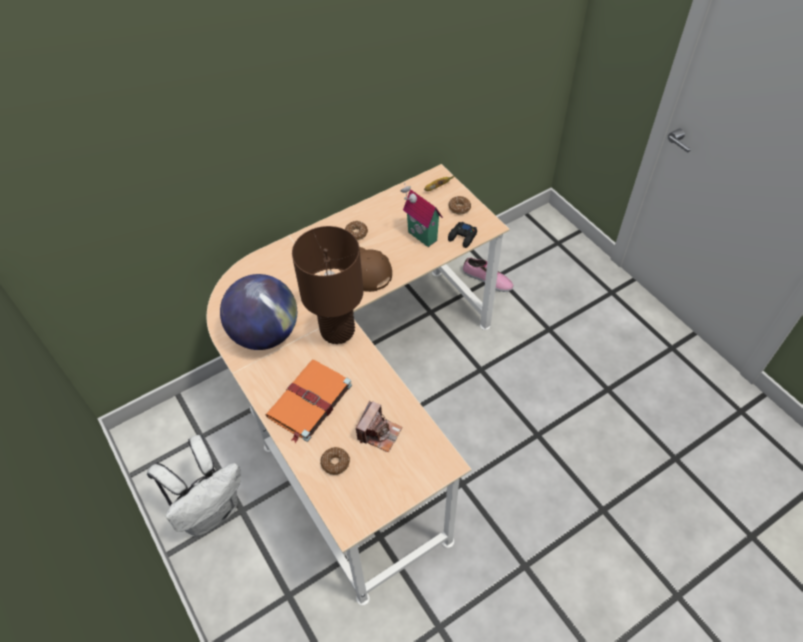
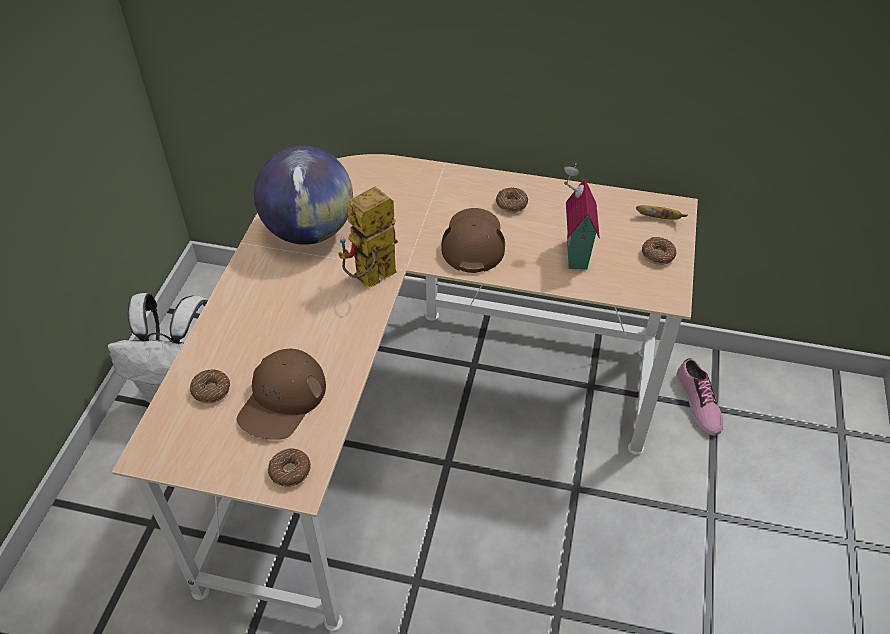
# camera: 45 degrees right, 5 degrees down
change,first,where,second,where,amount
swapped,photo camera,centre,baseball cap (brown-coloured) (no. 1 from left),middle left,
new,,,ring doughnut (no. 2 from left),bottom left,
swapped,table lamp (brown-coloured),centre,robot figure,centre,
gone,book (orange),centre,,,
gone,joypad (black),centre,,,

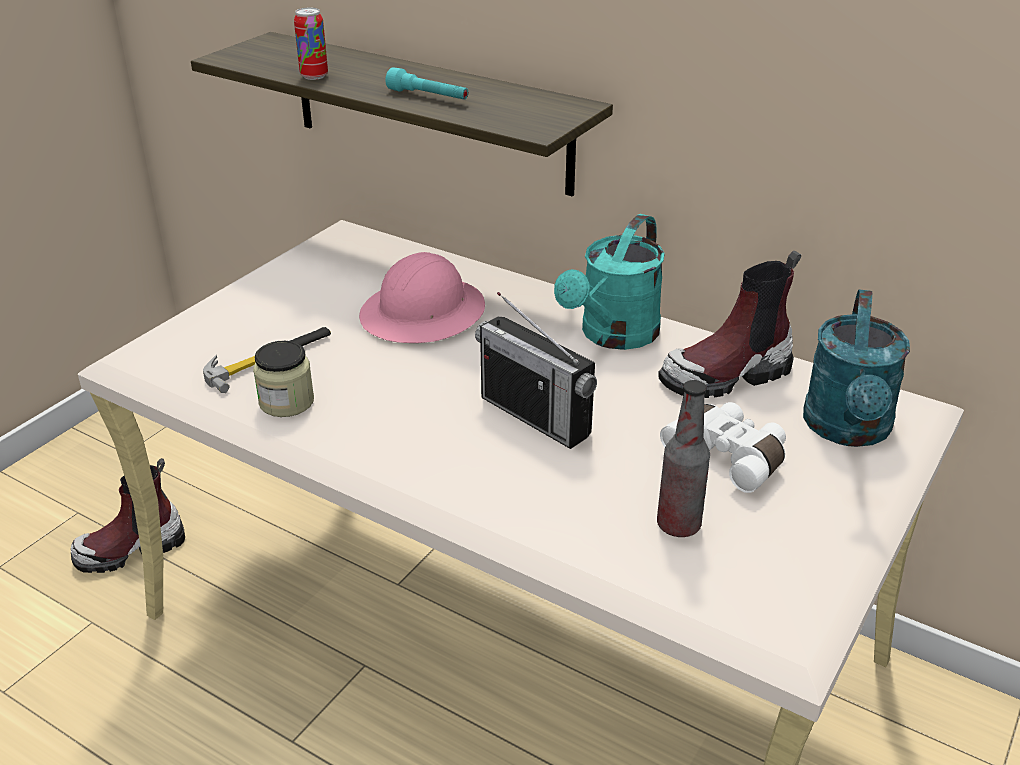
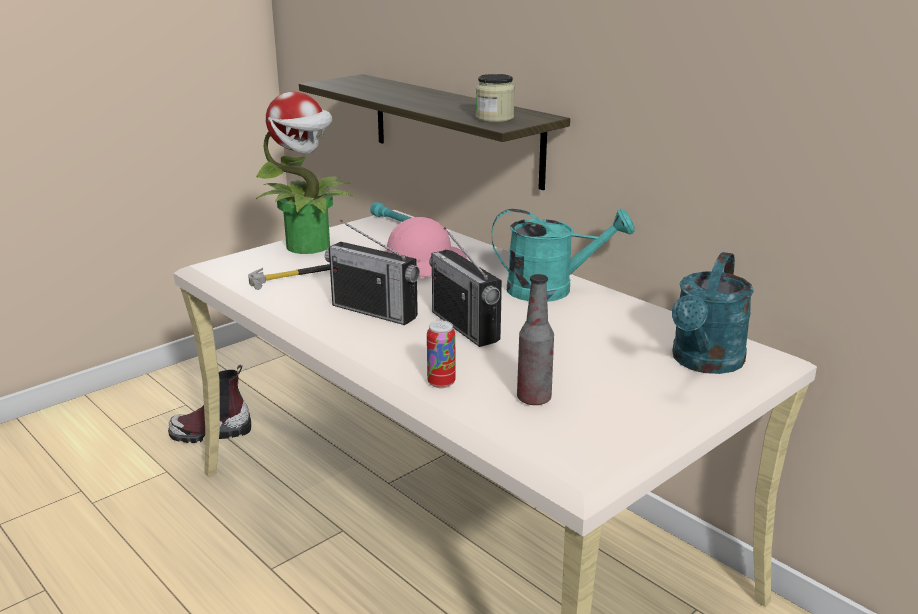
# camera: 15 degrees right, 10 degrees down
change,first,where,second,where,amount
new,,,plant in a pot,top centre,
new,,,radio receiver (no. 1 from left),centre,
shifted,flashlight (turquoise-coloured),top centre,,centre,
shifted,sealed can,top left,,centre,
shifted,preserve jar,middle left,,top centre,
rotated,watering pot (turquoise-coloured) (no. 1 from left),centre,,centre,135 degrees counterclockwise
gone,boot (no. 2 from left),middle right,,,
gone,binoculars (white),middle right,,,

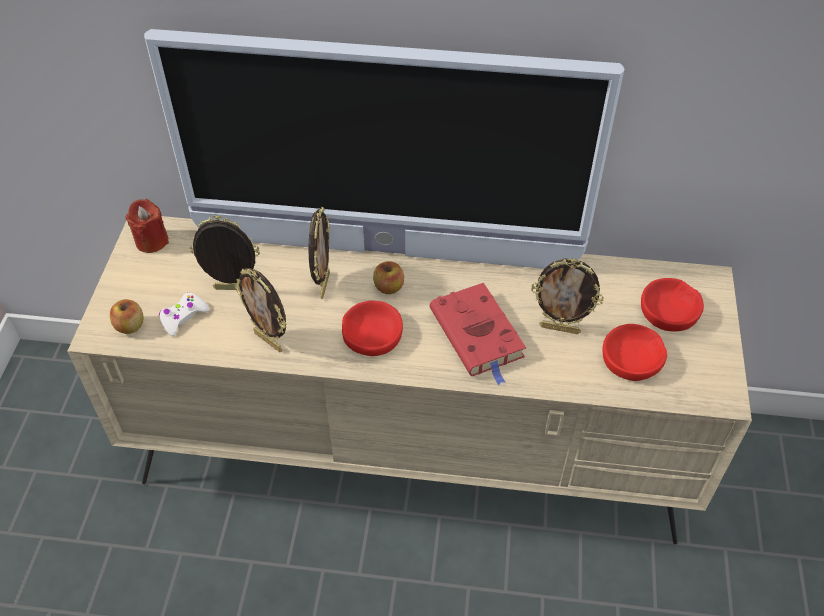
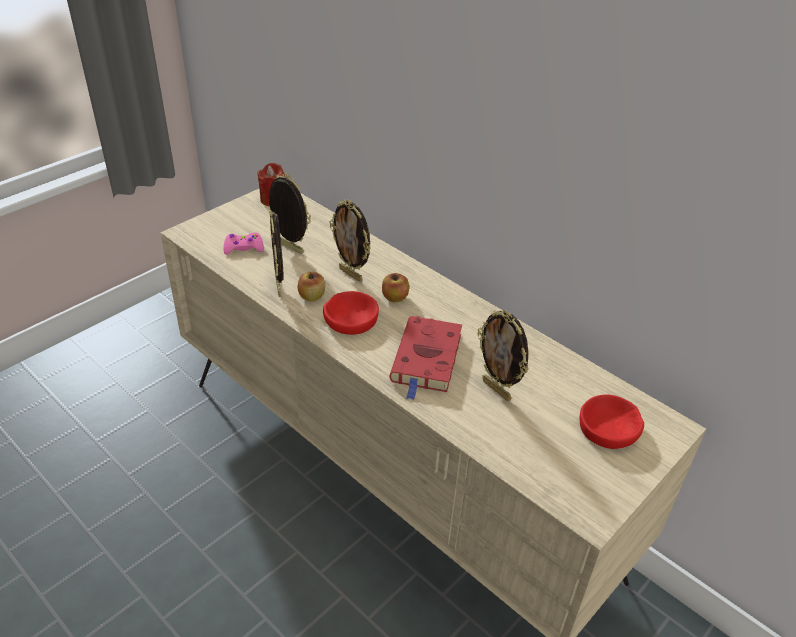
# camera: 35 degrees right, 10 degrees down
change,first,where,second,where,amount
repainted,joypad (white),middle left,joypad (pink-coloured),middle left,
shifted,apple fruit (no. 1 from left),middle left,,centre,
rotated,picture frame (no. 3 from left),centre,,centre,90 degrees clockwise
gone,television,top centre,,,
gone,serving bowl (red) (no. 2 from left),middle right,,,

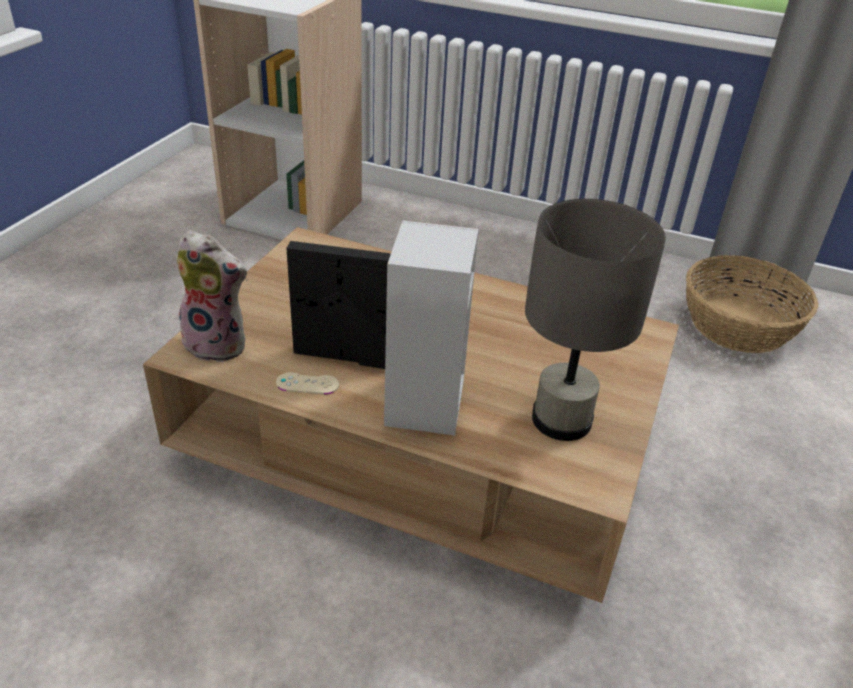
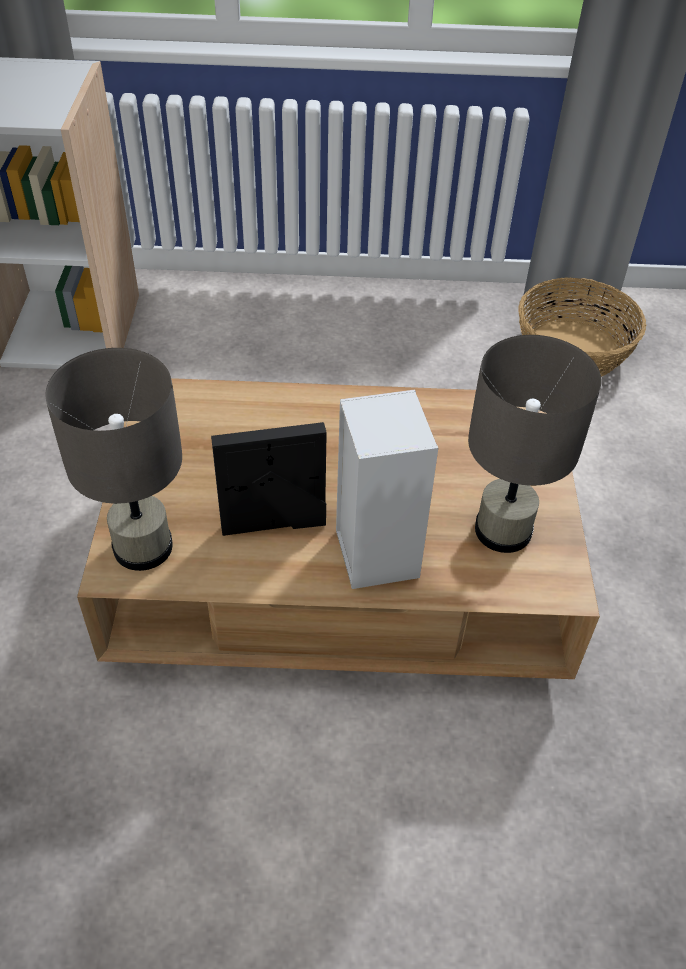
# camera: 20 degrees left, 10 degrees up
change,first,where,second,where,amount
swapped,cuddly toy,middle left,table lamp (greyish) (no. 1 from left),middle left,
gone,joypad (beige),centre,,,

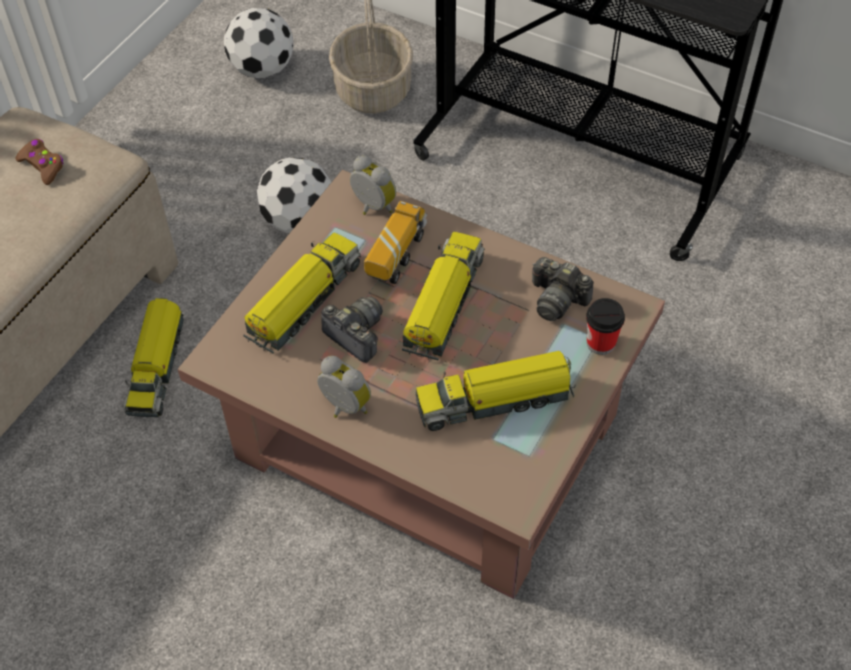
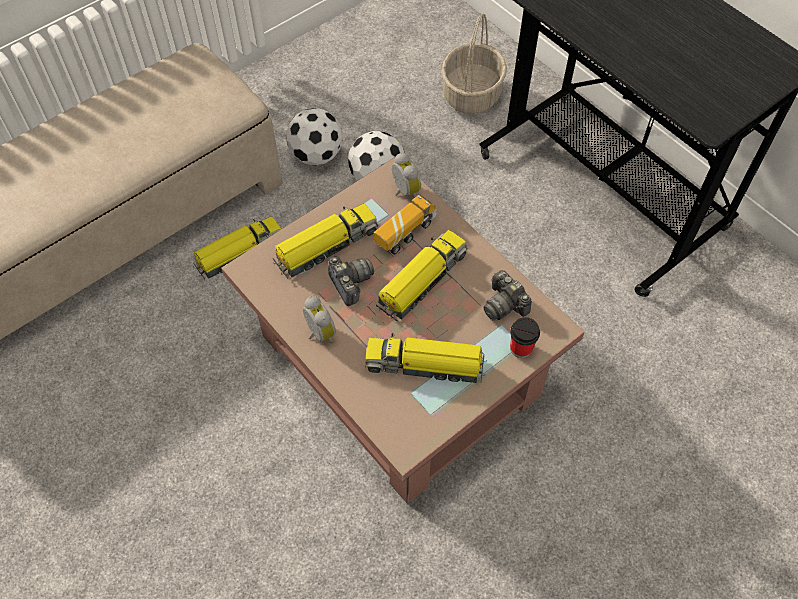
# camera: 20 degrees right, 5 degrees up
change,first,where,second,where,amount
rotated,model truck (no. 1 from left),middle left,,middle left,150 degrees counterclockwise
shifted,football ball (no. 1 from left),top left,,top centre,
gone,joypad (brown-coloured),top left,,,

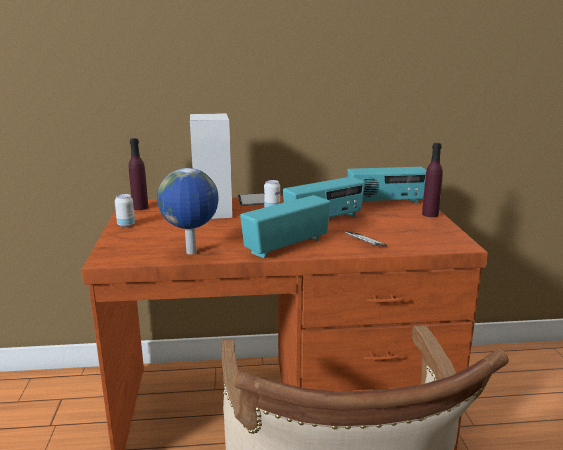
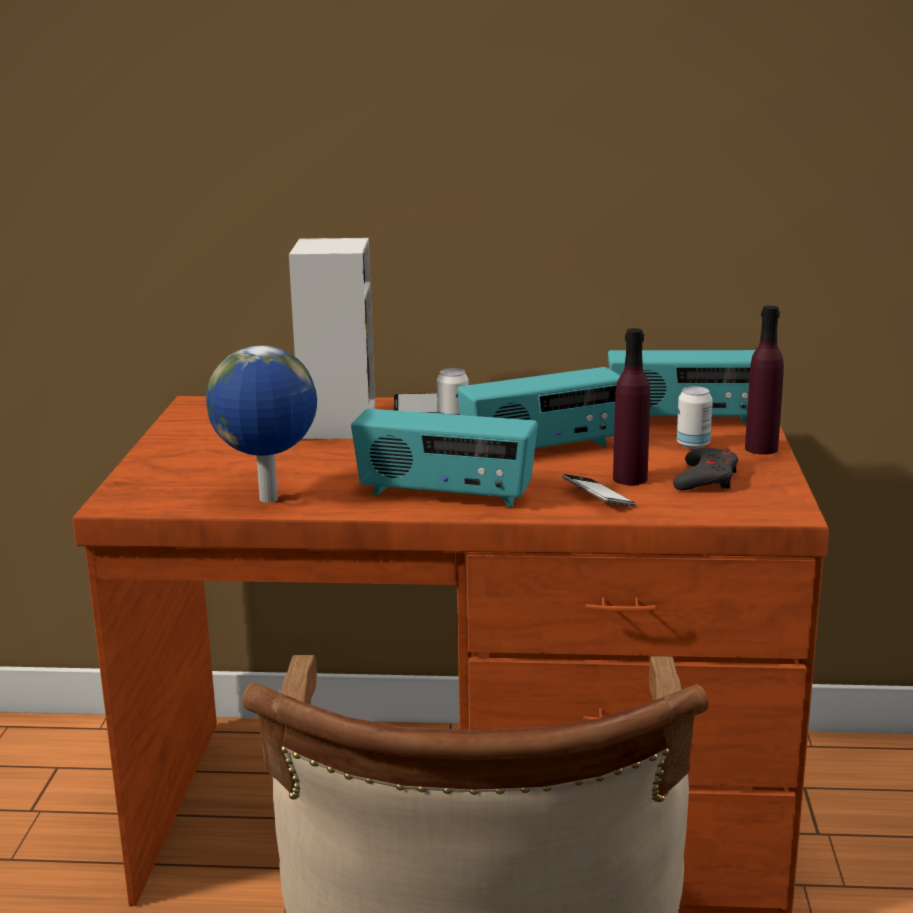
# camera: 10 degrees right, 0 degrees up
change,first,where,second,where,amount
rotated,radio receiver (no. 1 from left),centre,,centre,135 degrees counterclockwise
shifted,beverage bottle (purple-coloured) (no. 1 from left),middle left,,middle right,
new,,,joypad (greyish),middle right,
shifted,sealed can (no. 1 from left in the first image),middle left,sealed can (no. 2 from left),middle right,

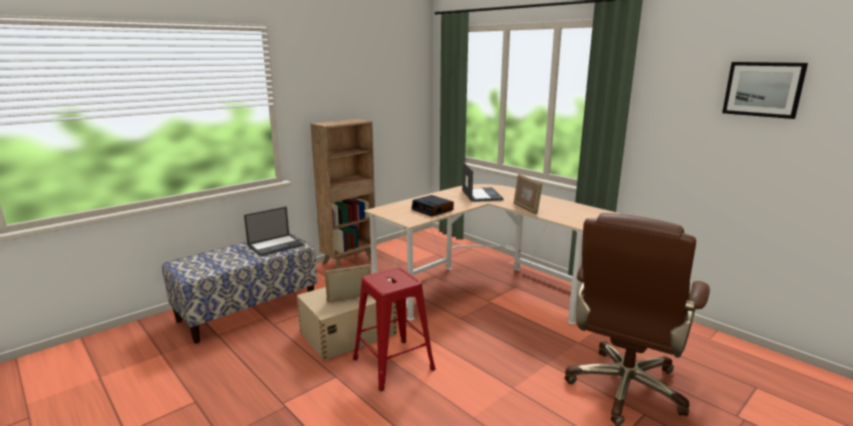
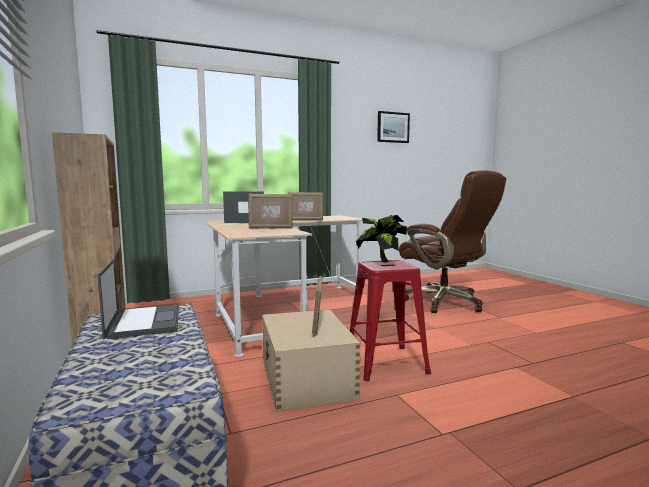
# camera: 70 degrees left, 10 degrees down
change,first,where,second,where,amount
swapped,table clock,centre,picture frame (no. 1 from left),centre,
new,,,plant in a pot,centre,

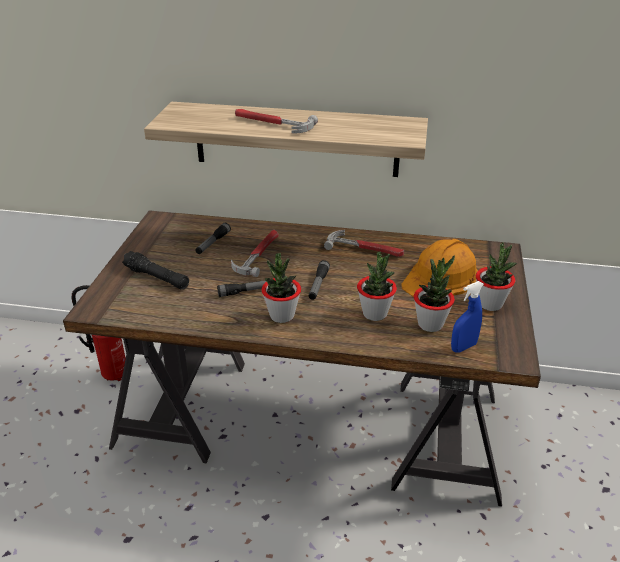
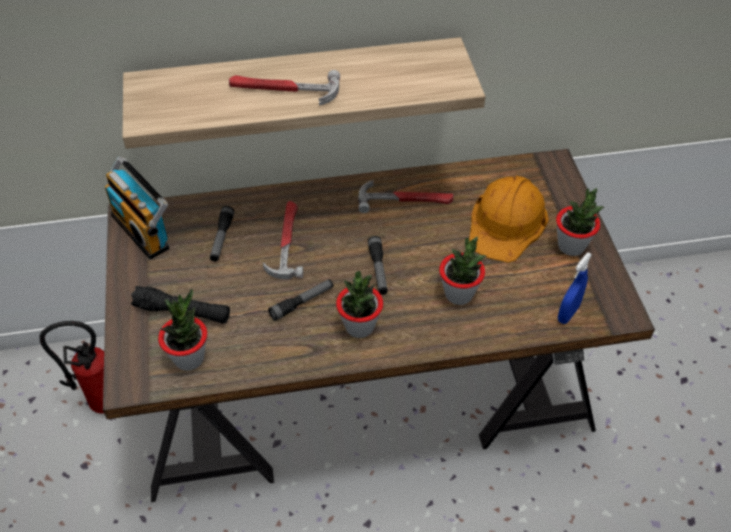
# camera: 20 degrees left, 15 degrees up
change,first,where,second,where,amount
new,,,radio receiver,middle left,
shifted,plant in a pot (no. 3 from left in the first image),middle right,plant in a pot (no. 1 from left),middle left,

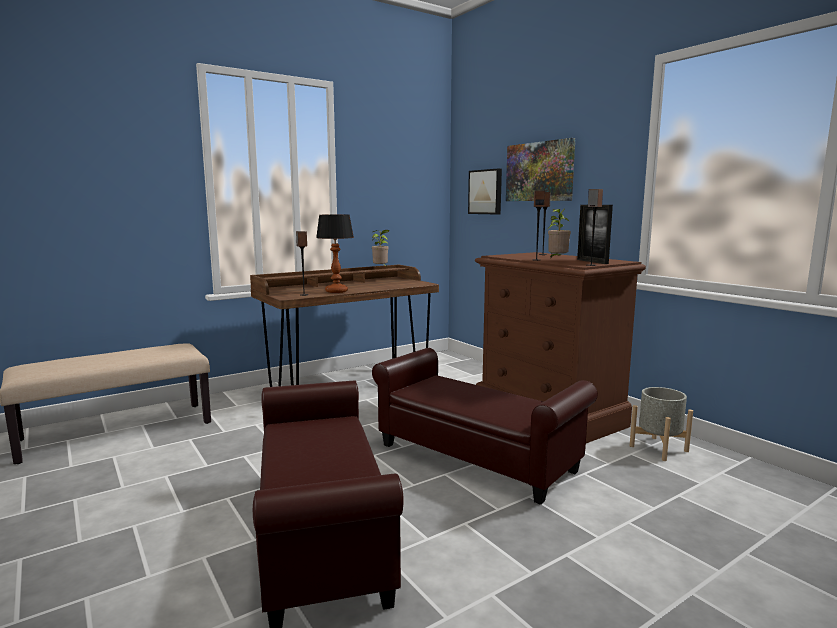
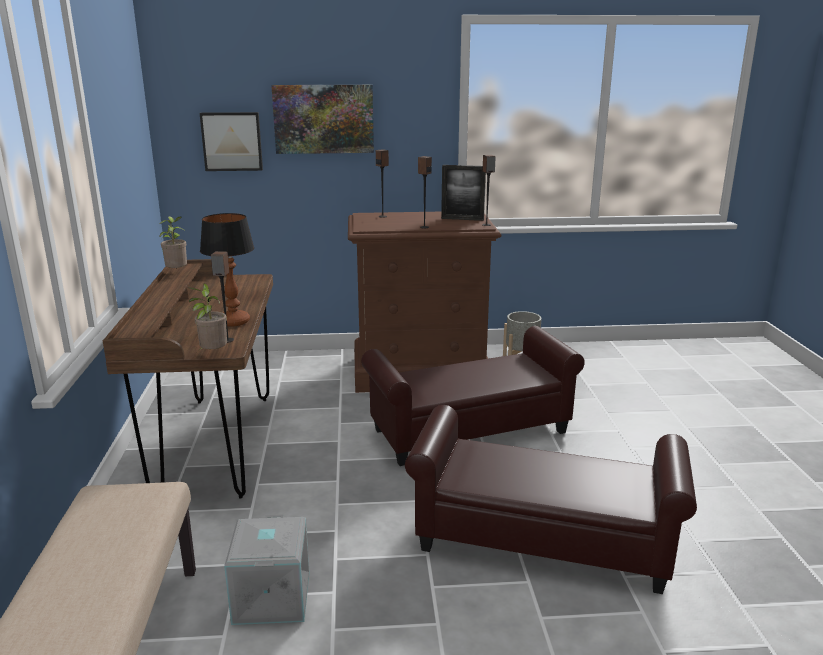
# camera: 60 degrees left, 10 degrees up
change,first,where,second,where,amount
shifted,plant in a pot (no. 2 from left),middle right,,middle left,
new,,,storage box (greyish),bottom left,

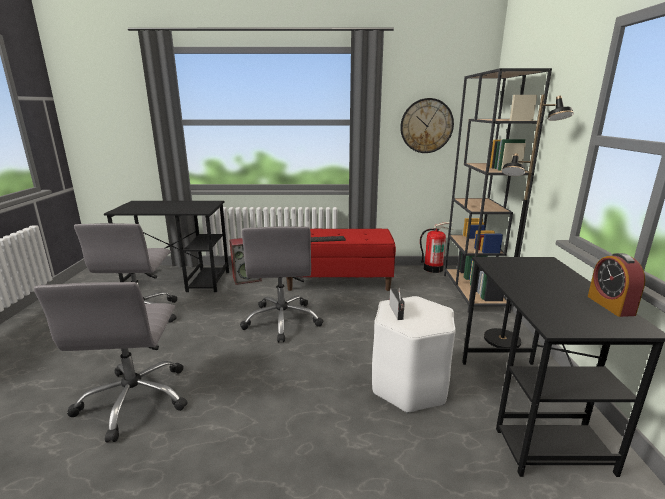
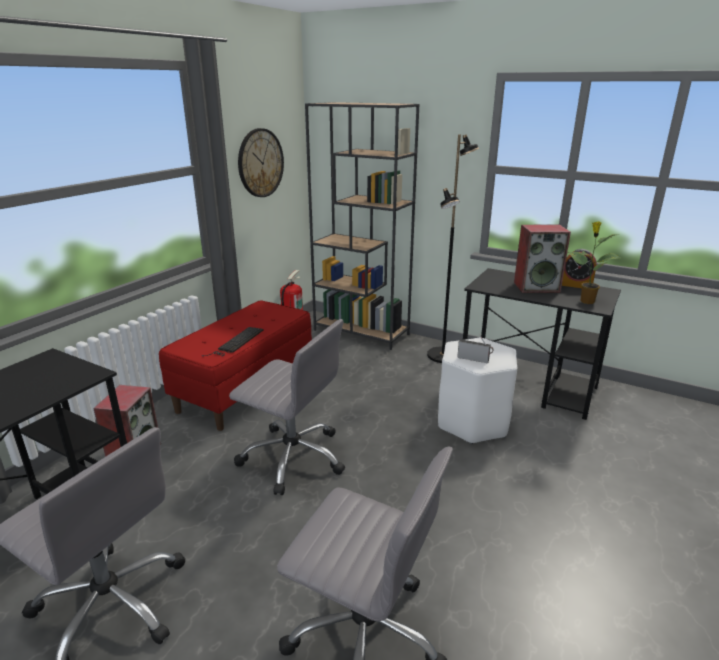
# camera: 60 degrees left, 5 degrees up
change,first,where,second,where,amount
new,,,audio speaker (no. 2 from left),middle right,
new,,,plant in a pot,middle right,

